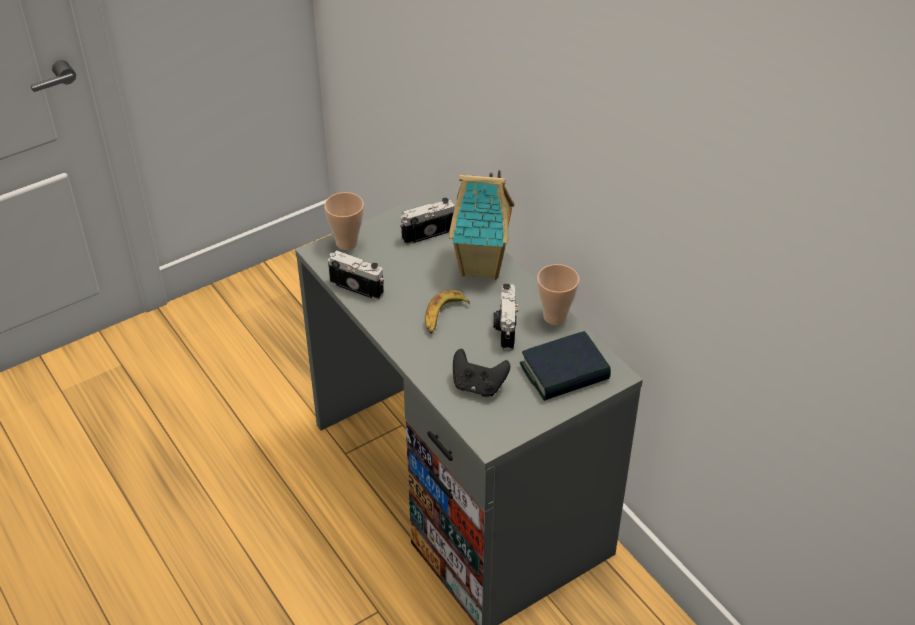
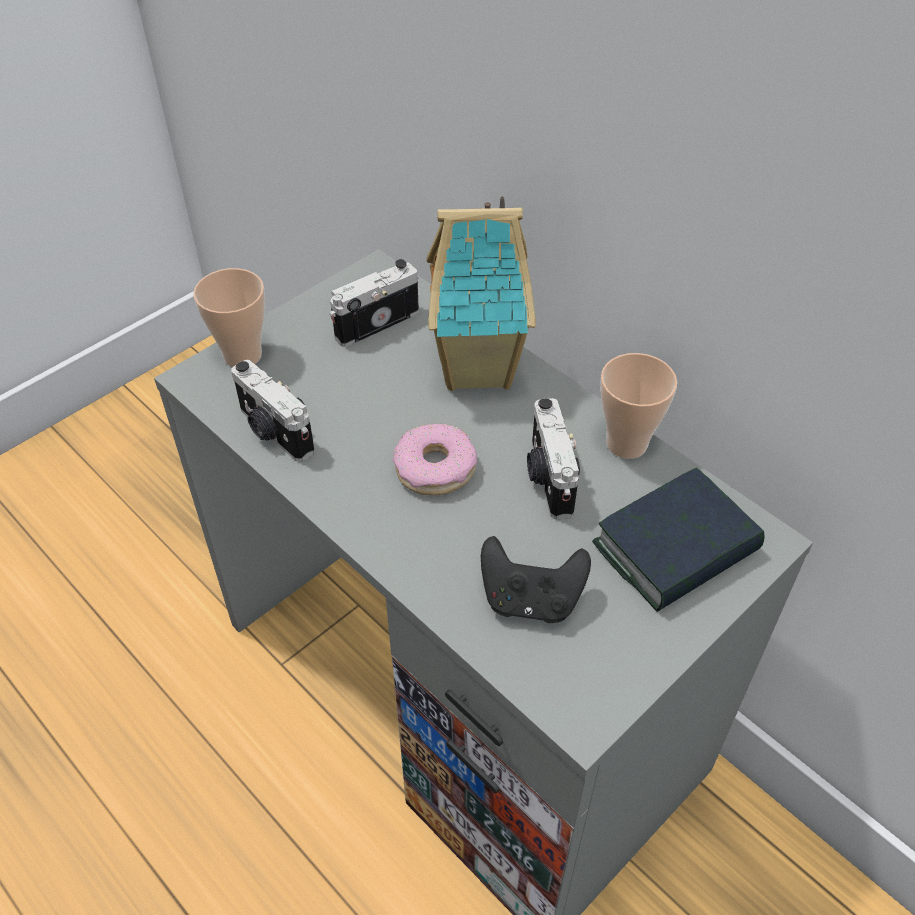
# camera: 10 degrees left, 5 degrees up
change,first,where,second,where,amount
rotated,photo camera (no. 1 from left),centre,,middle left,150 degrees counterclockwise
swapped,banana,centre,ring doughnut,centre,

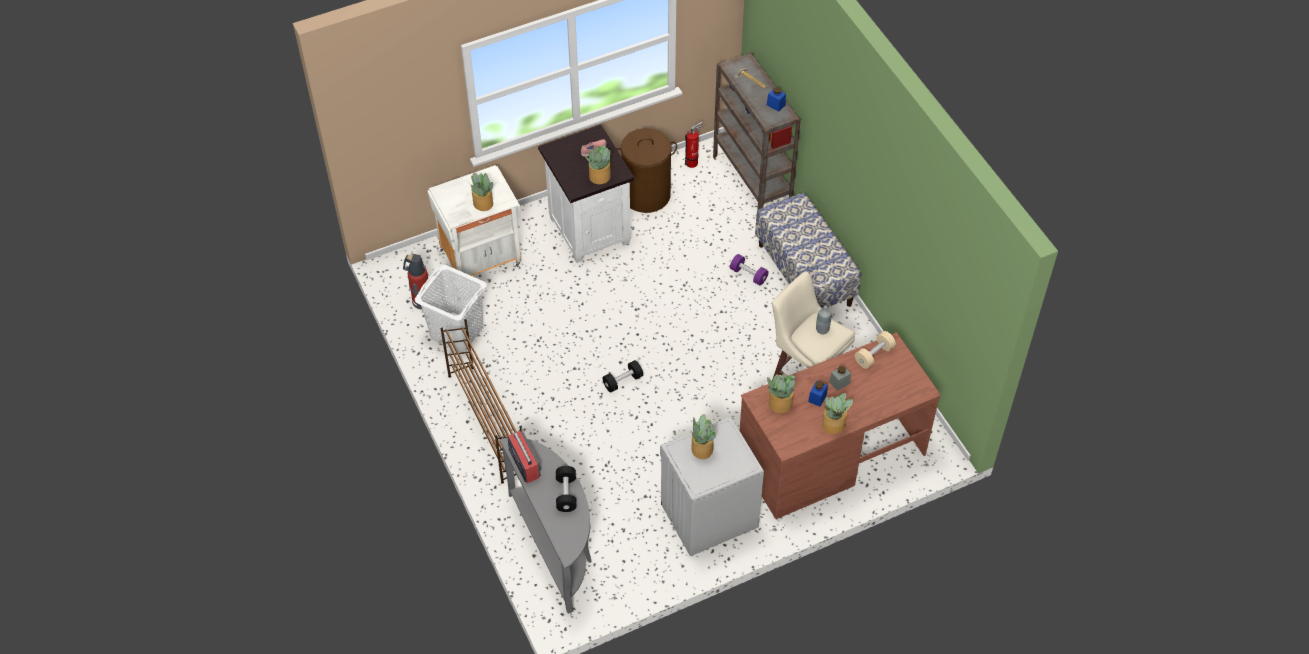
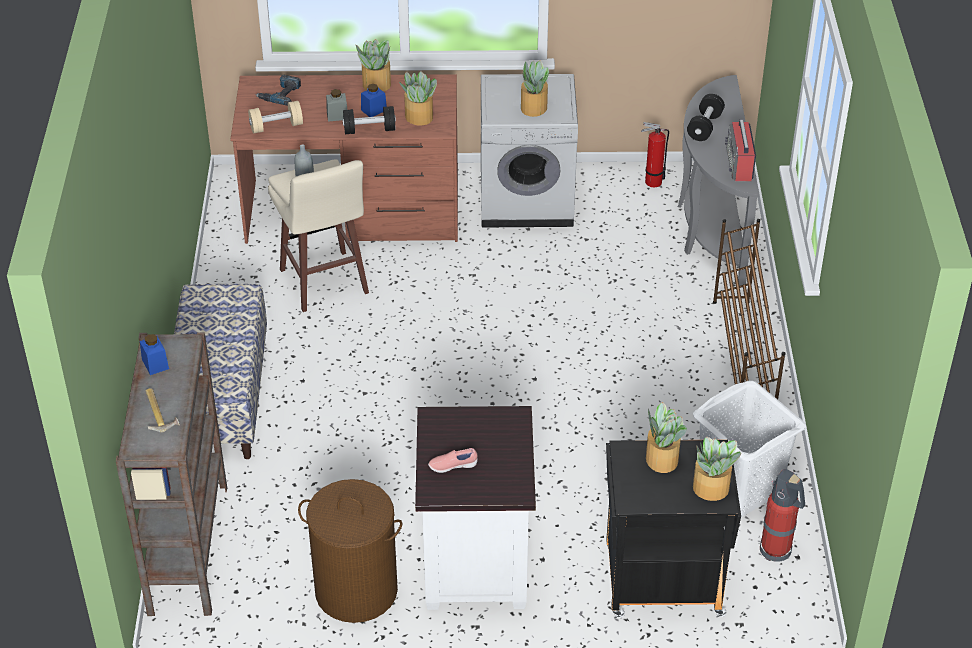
# camera: 155 degrees left, 10 degrees down
change,first,where,second,where,amount
new,,,drill,top left,
shifted,hand weight (black) (no. 2 from left in the first image),centre,hand weight (black) (no. 1 from left),top centre,
repainted,trolley (white),centre,trolley (black),bottom right,
shifted,fire extinguisher (no. 2 from left in the first image),top centre,fire extinguisher (no. 1 from left),top right,
shifted,plant in a pot (no. 2 from left in the first image),top centre,plant in a pot (no. 5 from left),bottom right,
gone,hand weight (purple-coloured),centre,,,

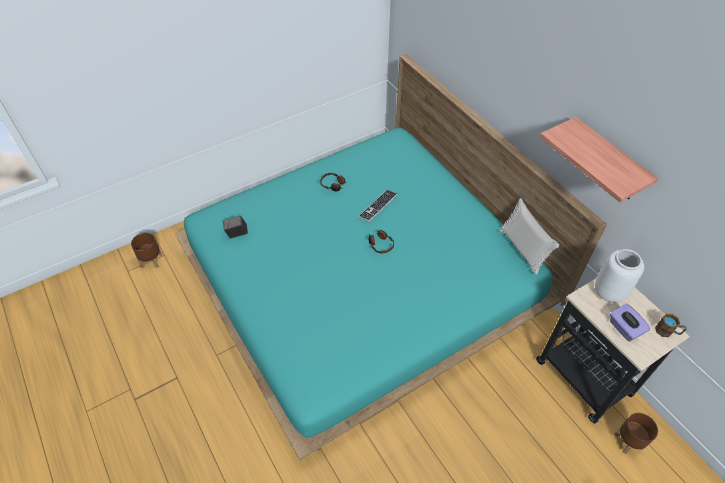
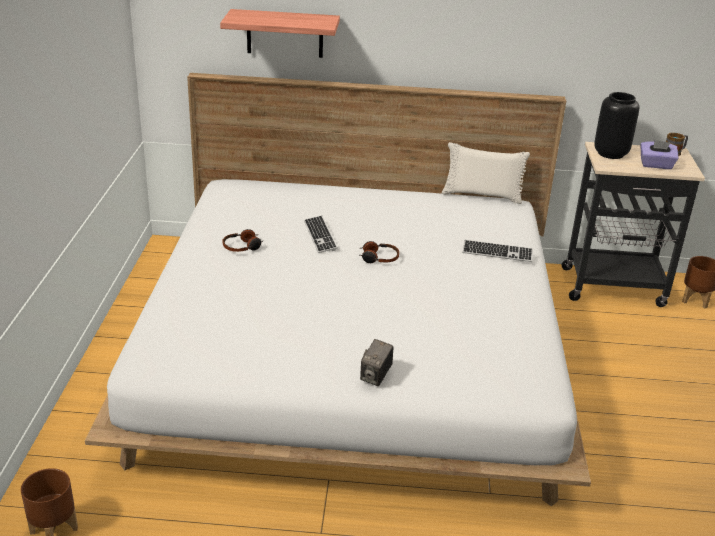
# camera: 55 degrees left, 20 degrees down
change,first,where,second,where,amount
repainted,bedroom bed (turquoise-coloured),centre,bedroom bed (white),centre,
shifted,bracket shelf,top right,,top centre,
shifted,photo camera,middle left,,bottom centre,
new,,,keyboard (no. 2 from left),middle right,
repainted,decorative vase (white),middle right,decorative vase (black),top right,

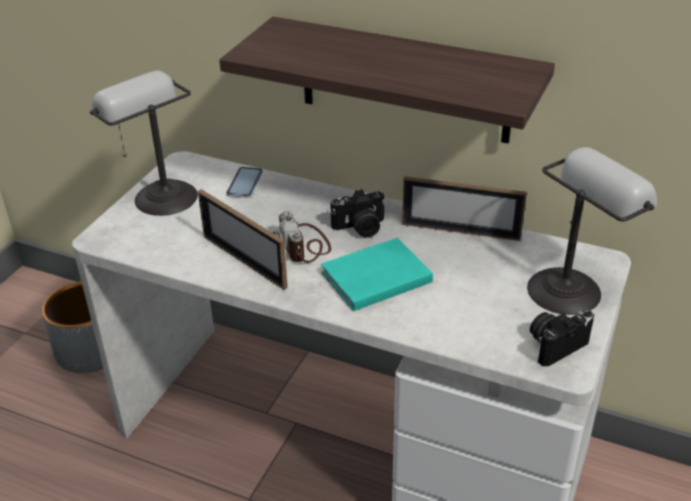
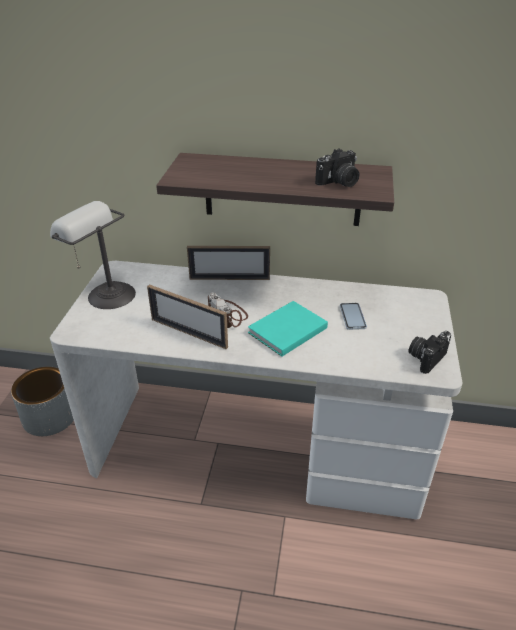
# camera: 15 degrees left, 0 degrees up
change,first,where,second,where,amount
shifted,picture frame (no. 2 from left),middle right,,centre,
shifted,photo camera (no. 2 from left),centre,,top centre,
shifted,telephone,centre,,middle right,
gone,table lamp (no. 2 from left),middle right,,,

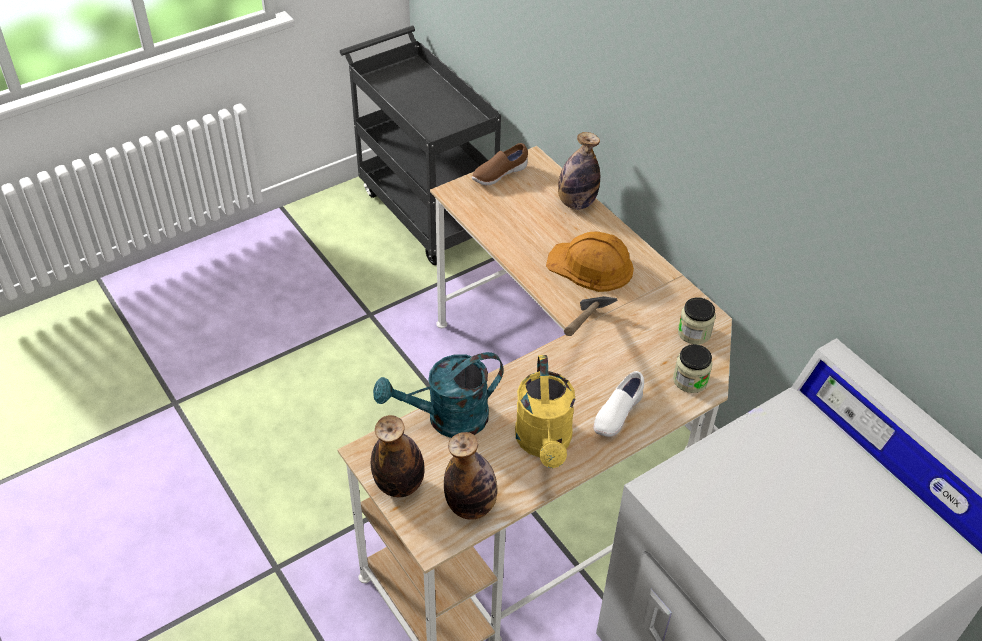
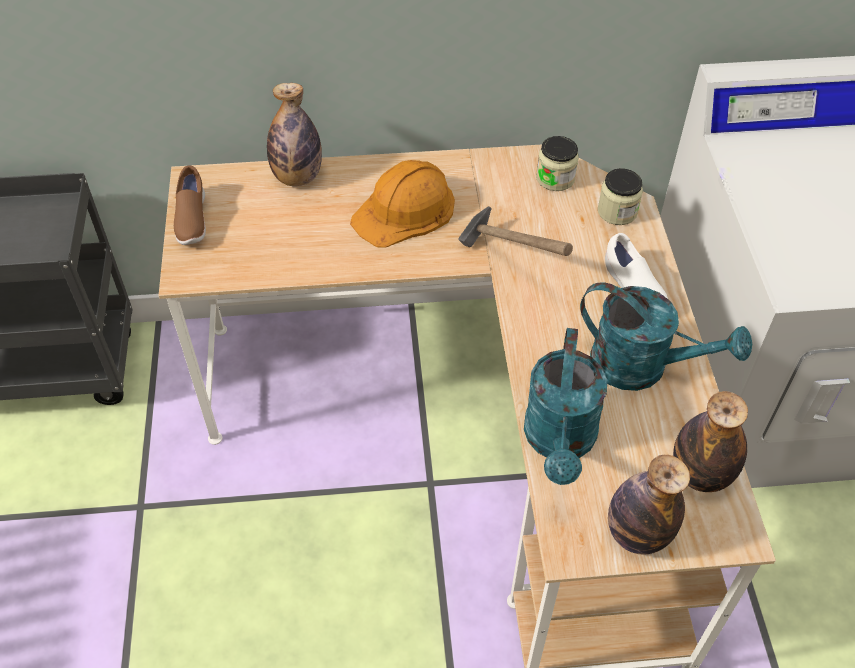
# camera: 60 degrees left, 5 degrees up
change,first,where,second,where,amount
repainted,watering pot (yellow-coloured),centre,watering pot (turquoise-coloured) (no. 2 from left),middle right,

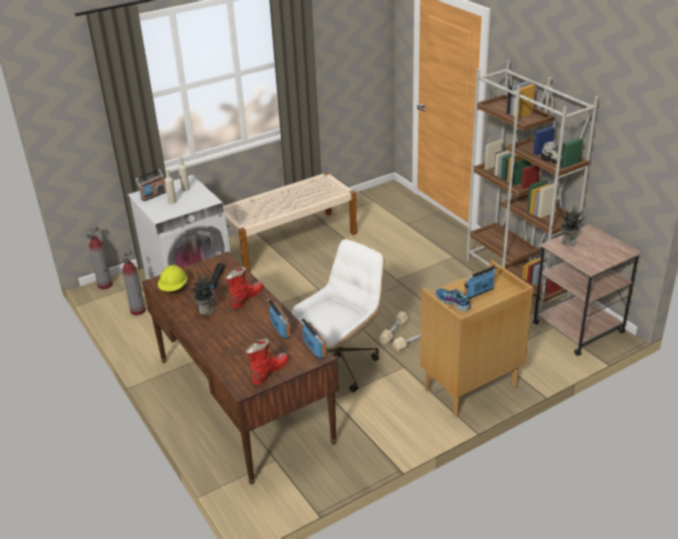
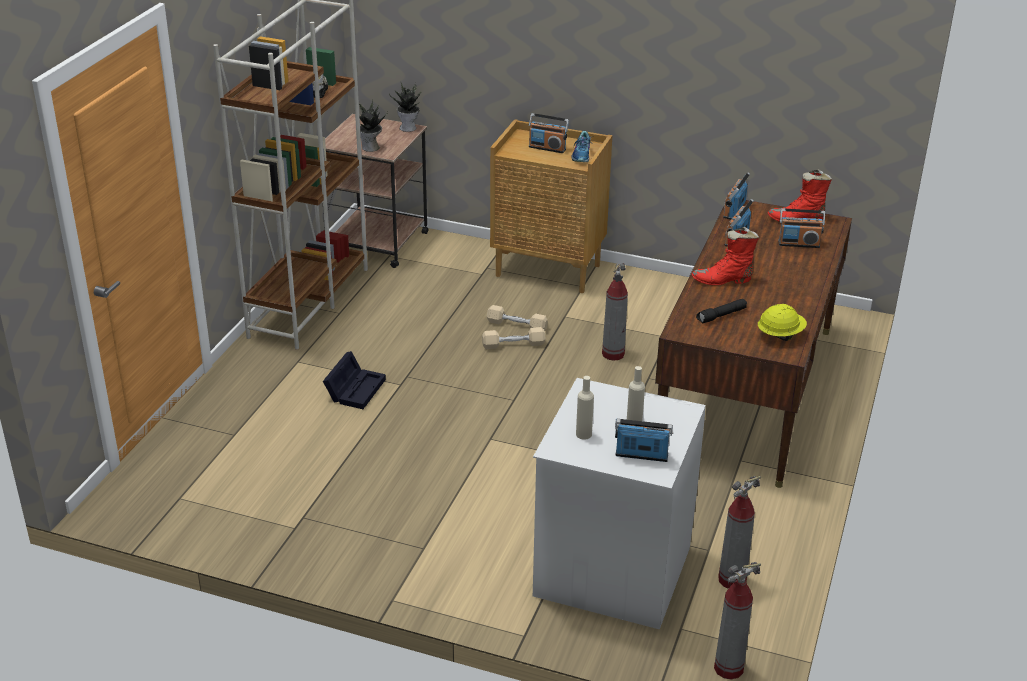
# camera: 130 degrees left, 0 degrees up
change,first,where,second,where,amount
new,,,storage box (black),centre,
shifted,plant in a pot (no. 1 from left in the first image),middle left,plant in a pot (no. 2 from left),top centre,
swapped,computer chair (white),centre,fire extinguisher (no. 1 from left),centre,
new,,,radio receiver (no. 5 from left),middle right,
gone,indoor bench (beige),centre,,,

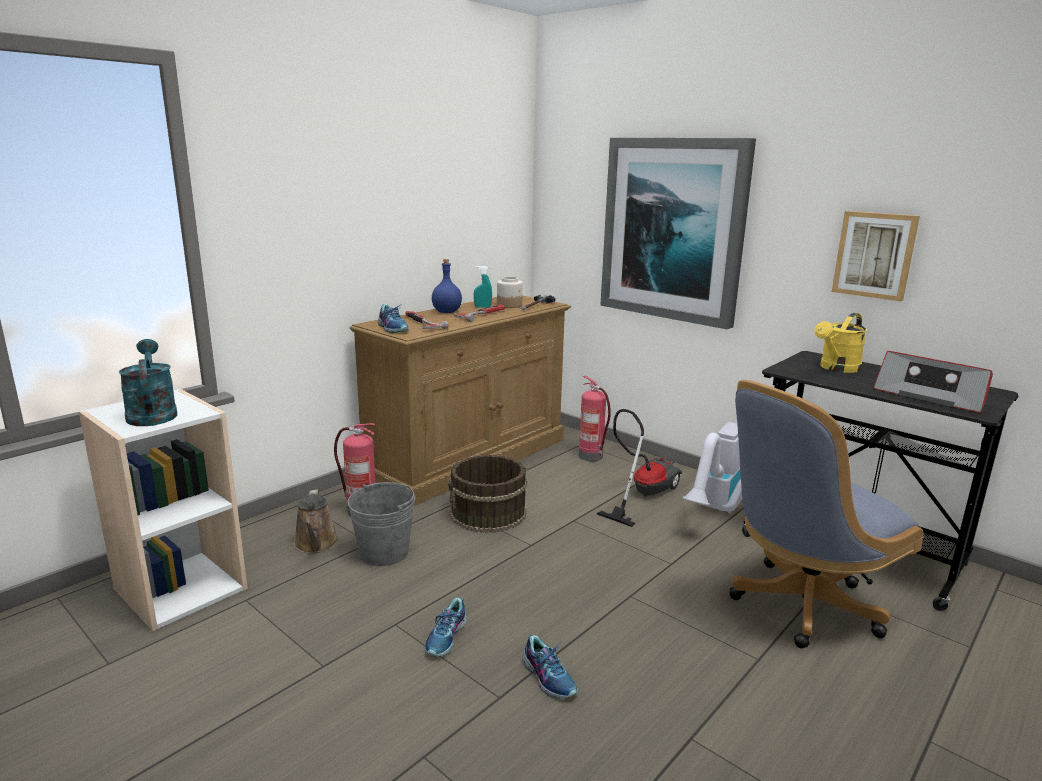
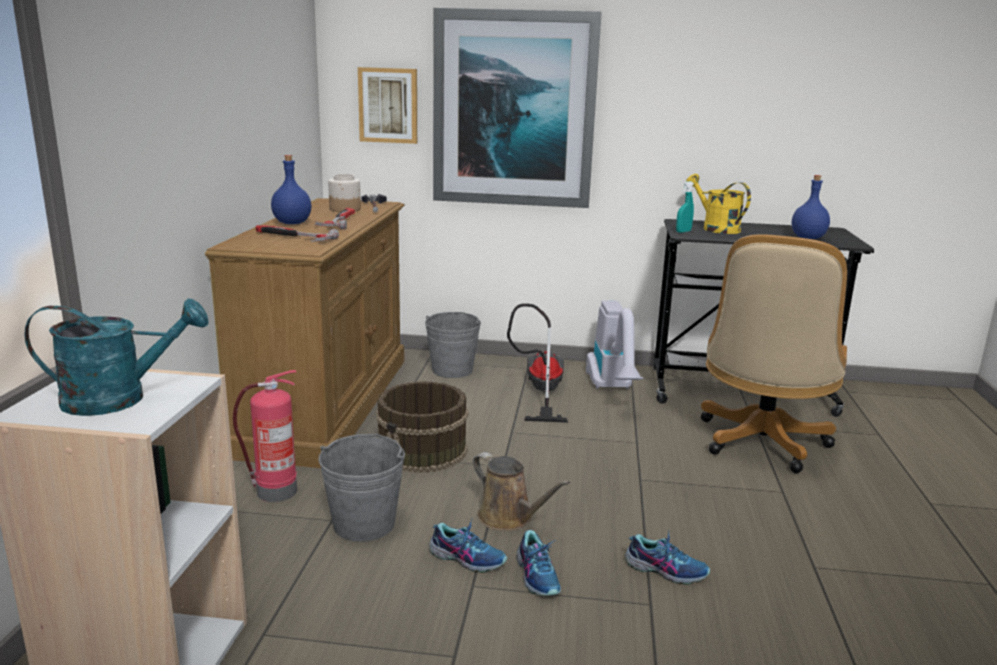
# camera: 35 degrees left, 0 degrees up
change,first,where,second,where,amount
rotated,watering pot (turquoise-coloured),middle left,,middle left,135 degrees clockwise
shifted,wall art (no. 2 from left in the first image),top right,wall art (no. 1 from left),top centre,
swapped,fire extinguisher (no. 2 from left),centre,bucket (greyish) (no. 2 from left),centre,
shifted,shoe (no. 1 from left),centre,,bottom centre,
shifted,watering pot (brown-coloured),bottom left,,bottom centre,
shifted,spray bottle (turquoise-coloured),centre,,top right,
rotated,watering pot (yellow-coloured),middle right,,top right,135 degrees clockwise
repainted,computer chair (blue),middle right,computer chair (beige),middle right,
swapped,radio receiver,middle right,beverage bottle (blue) (no. 2 from left),top right,

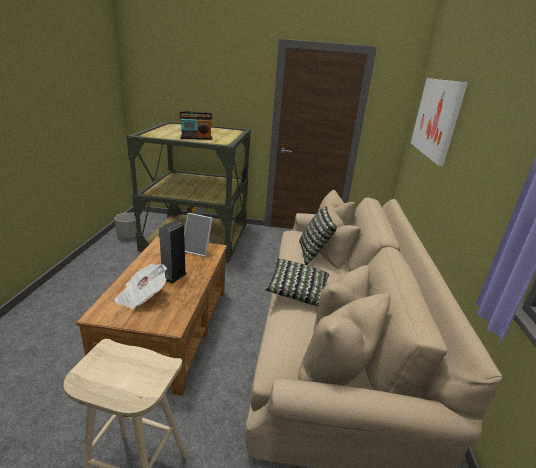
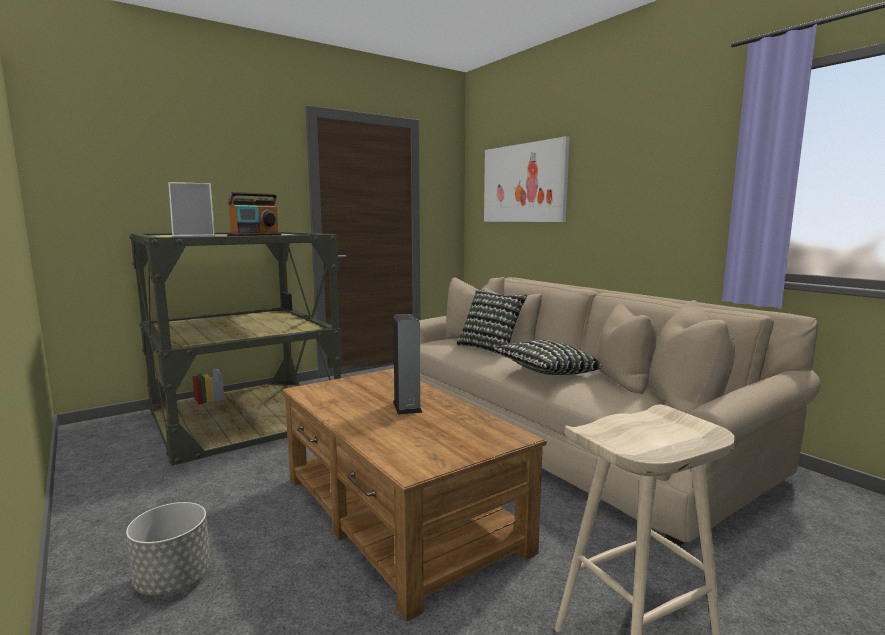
# camera: 40 degrees left, 15 degrees down
change,first,where,second,where,amount
shifted,flower pot (greyish),middle left,,bottom left,
shifted,picture frame,centre,,top left,
gone,daily paper,middle left,,,

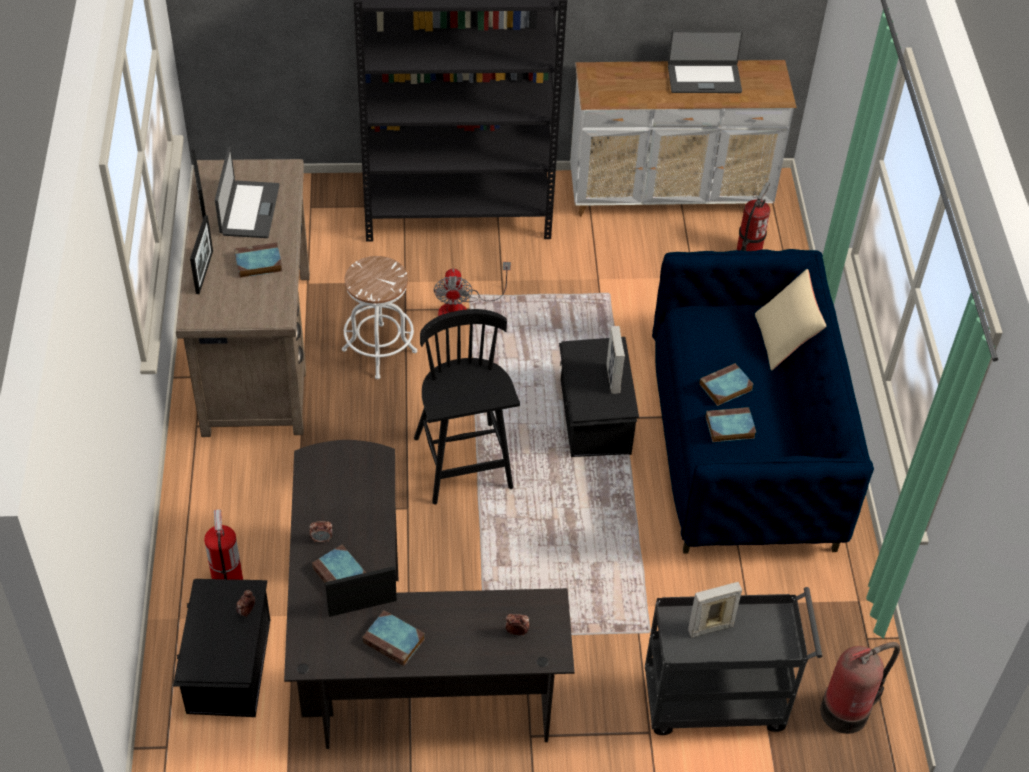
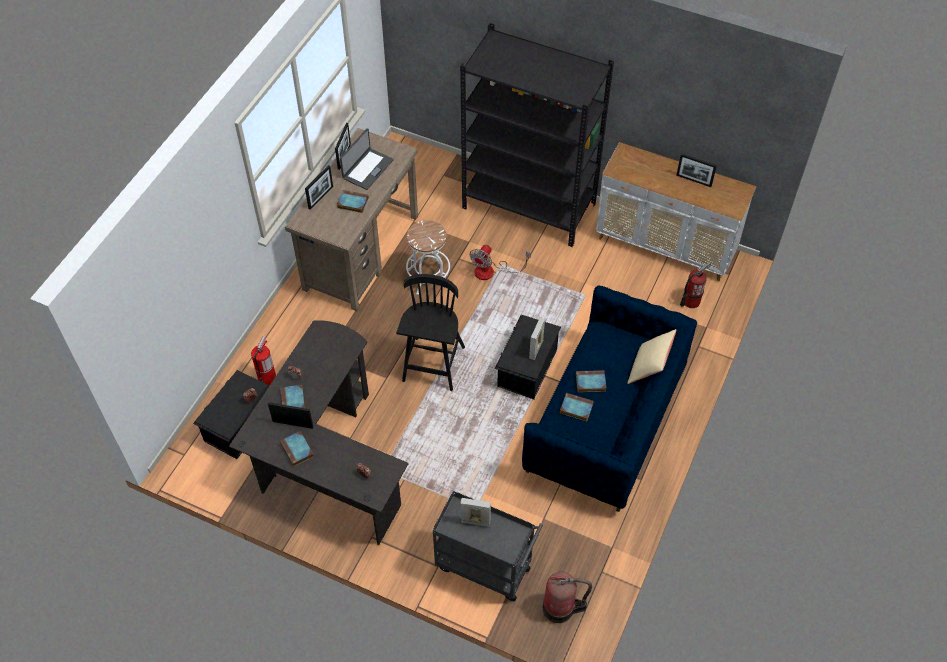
# camera: 30 degrees right, 5 degrees up
change,first,where,second,where,amount
swapped,laptop (no. 2 from left),top right,picture frame (no. 6 from left),top right,

